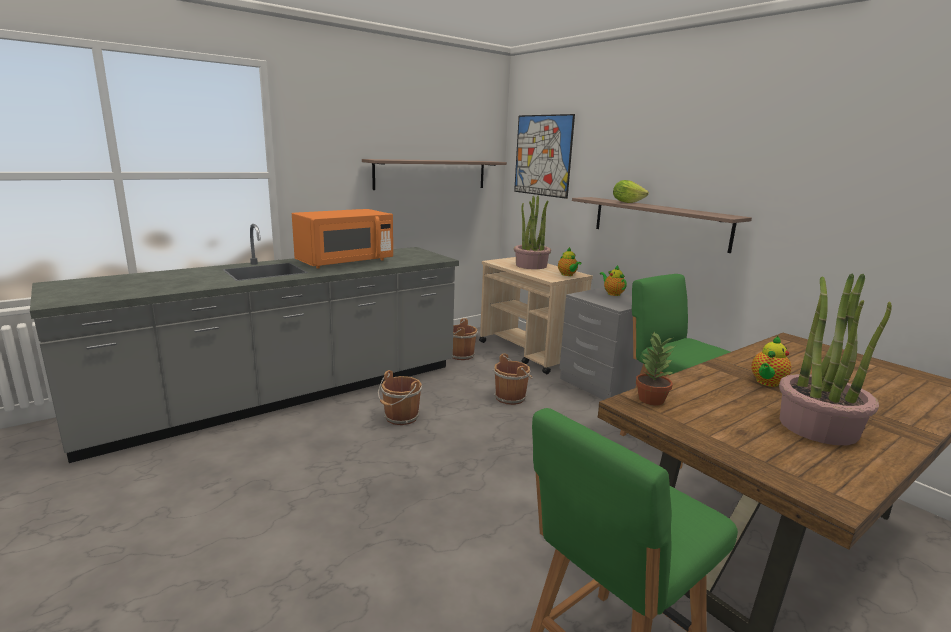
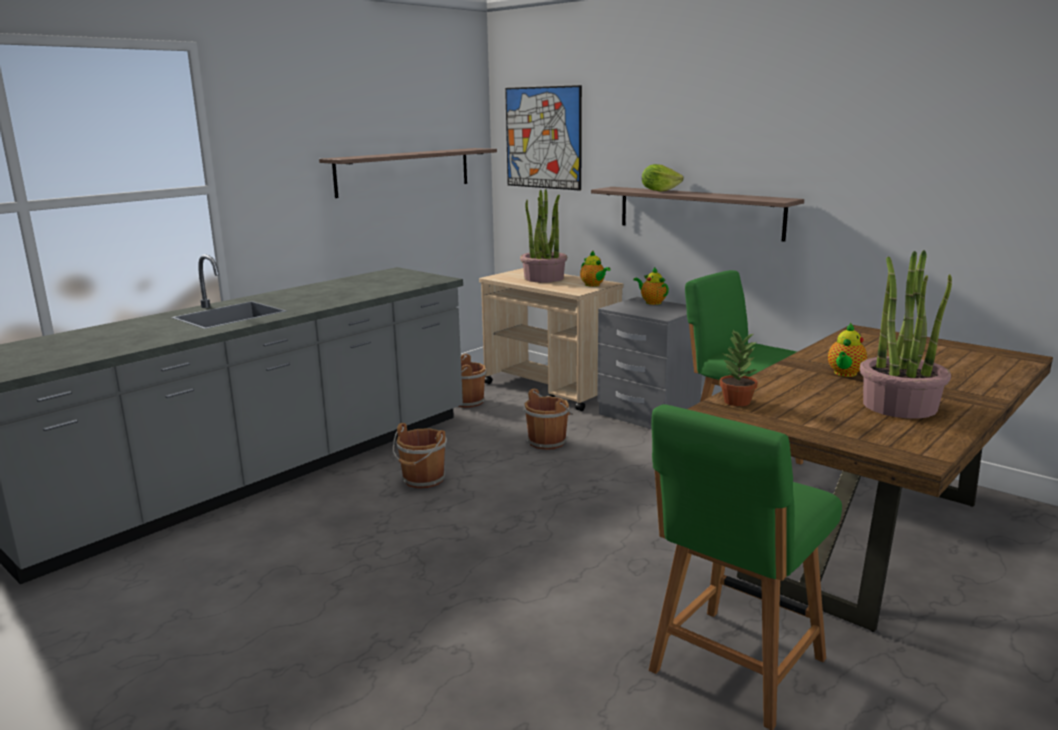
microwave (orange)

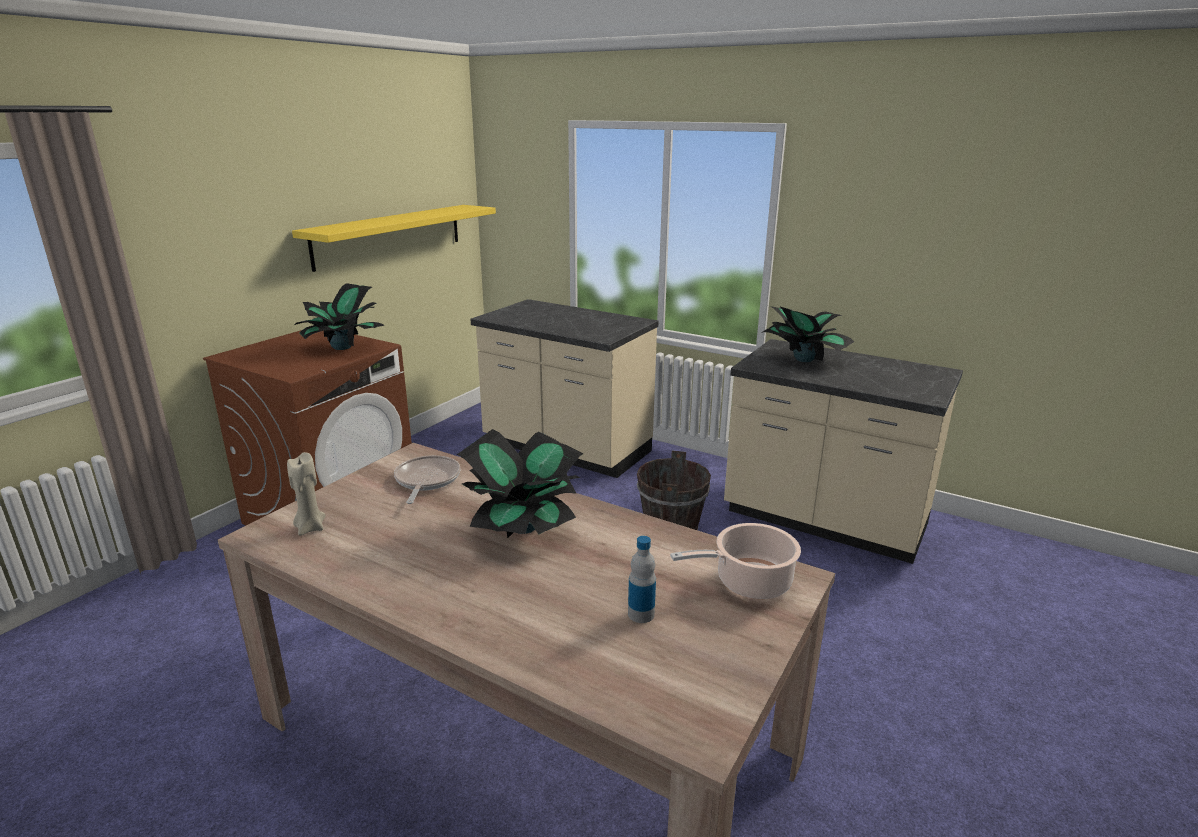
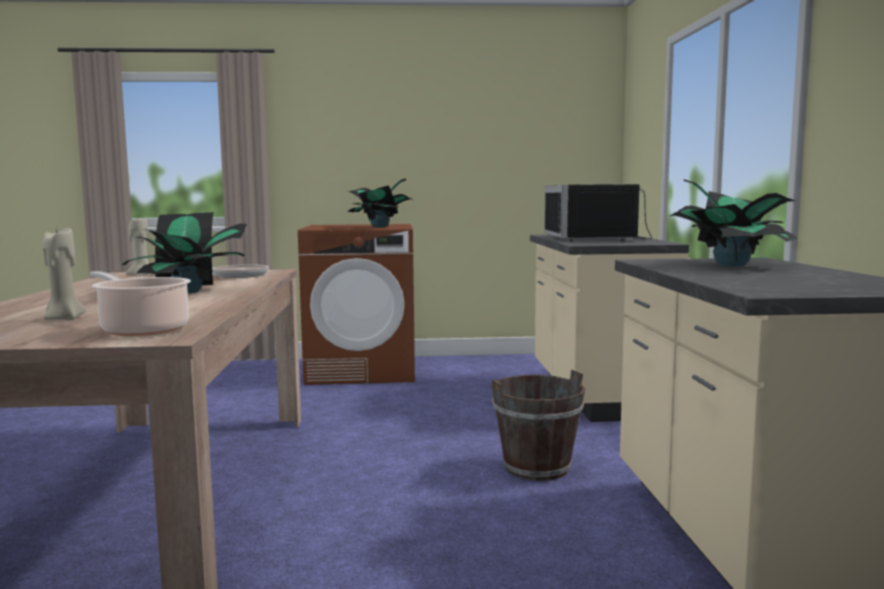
shelf (yellow); candle (beige) (1st from left); microwave (black)

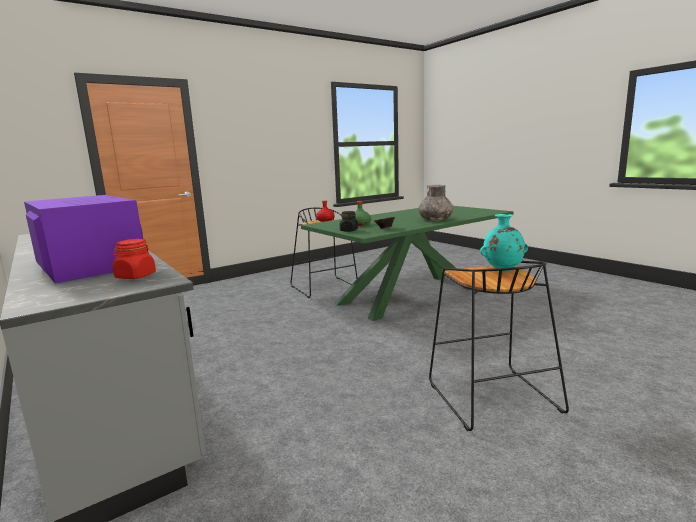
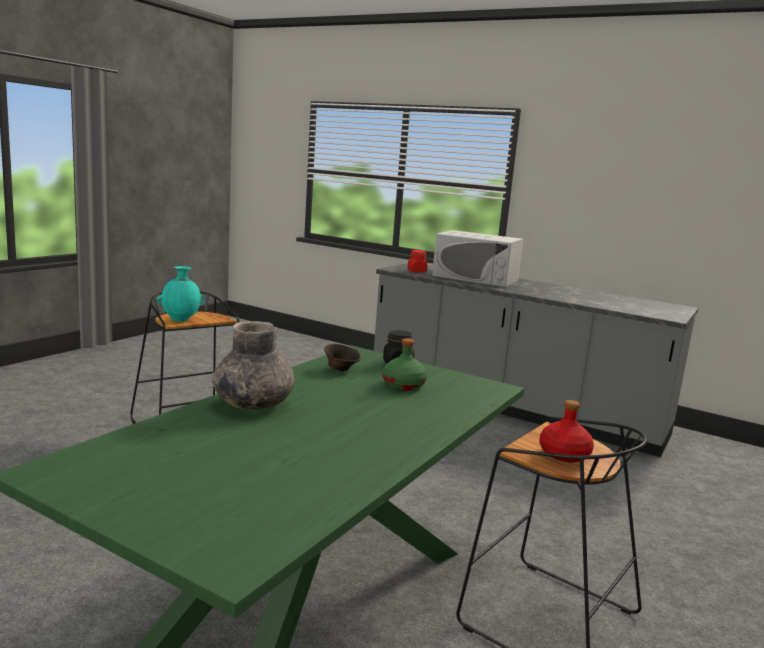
microwave (white)

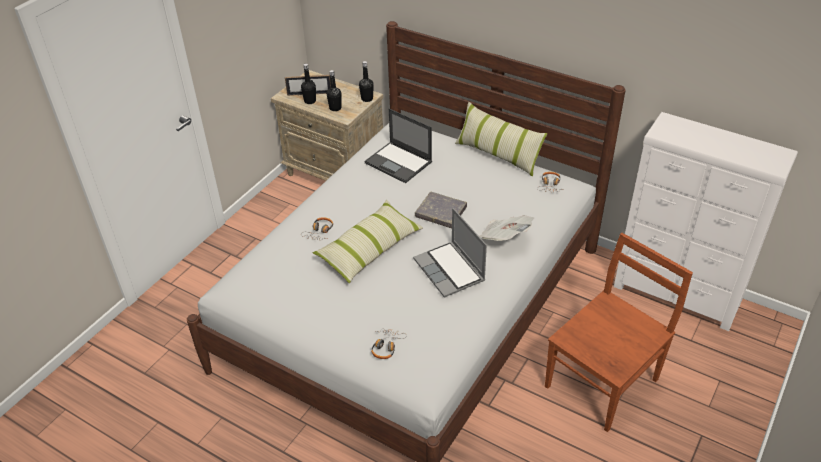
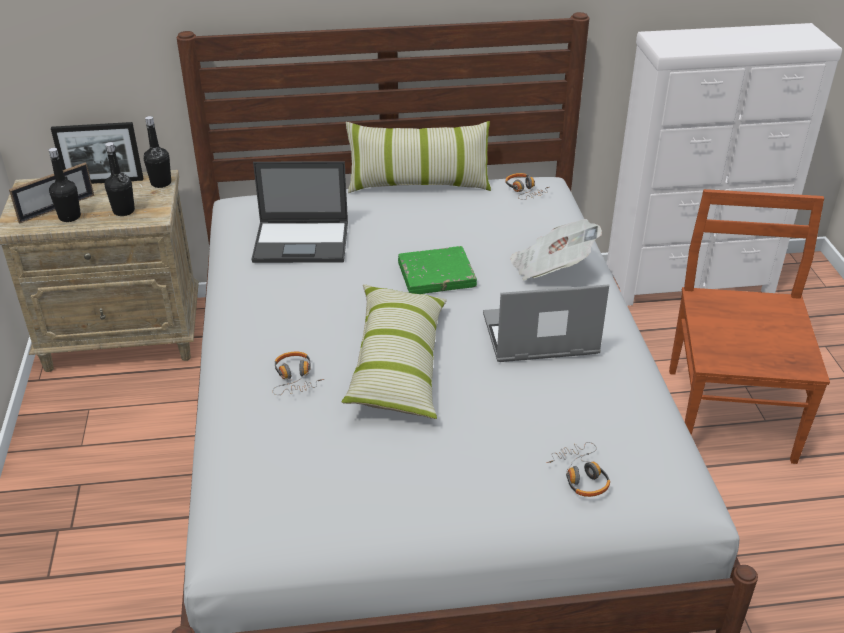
laptop (2nd from left); book (green); picture frame (2nd from left)

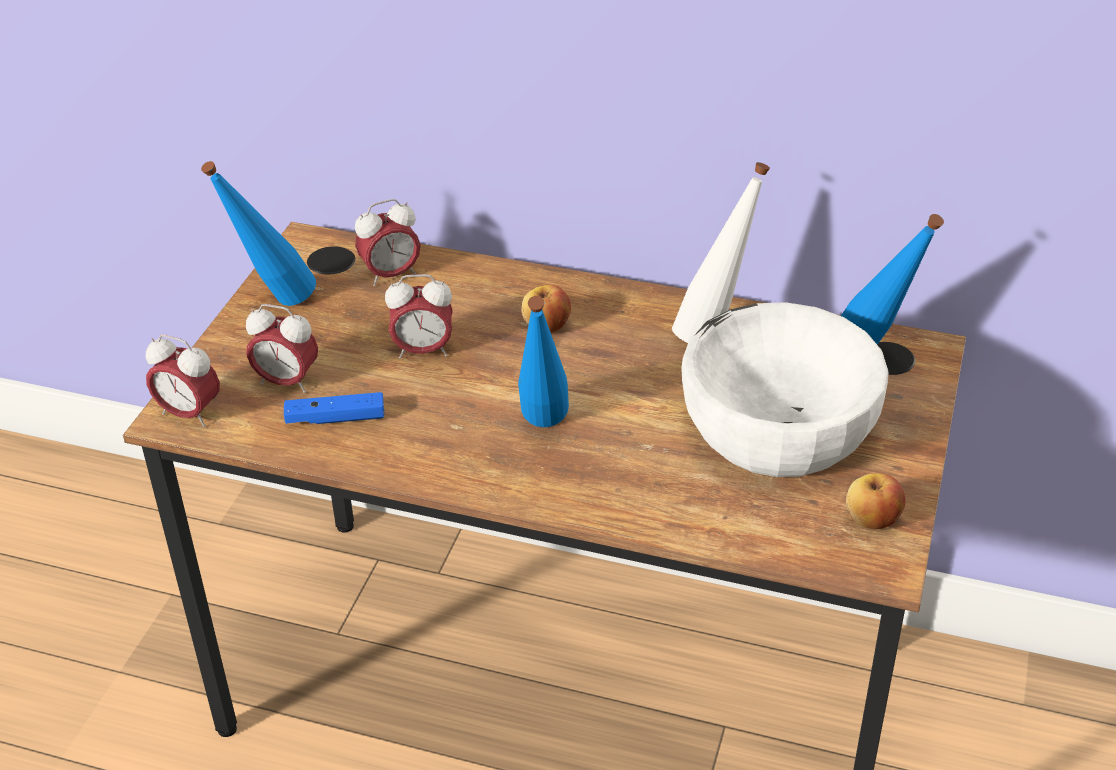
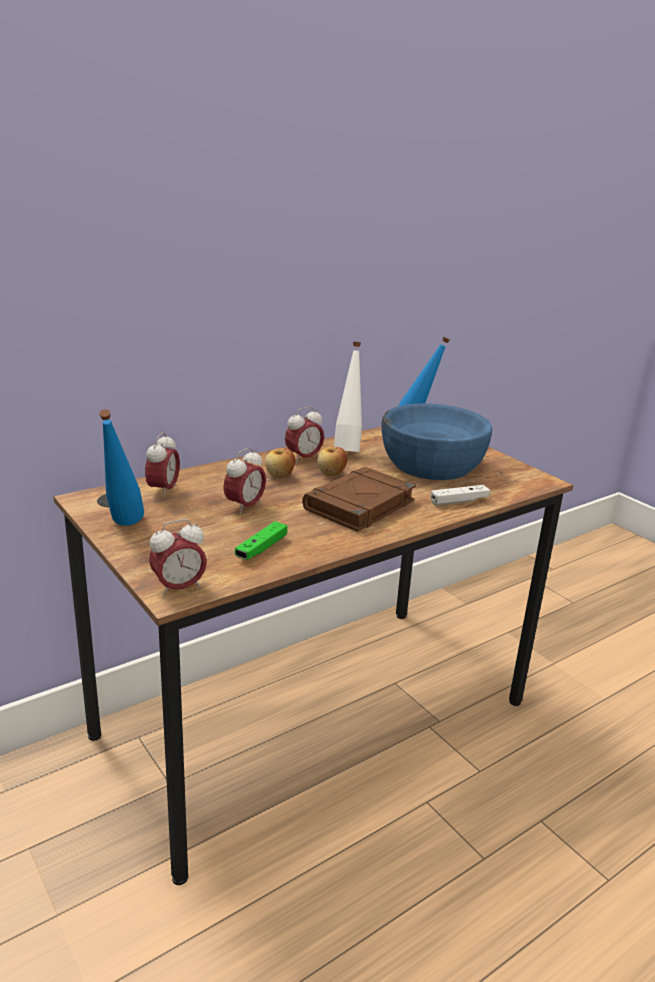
alarm clock (4th from left); game controller (green); book (brown); bowl (blue); apple (2nd from left); game controller (white)

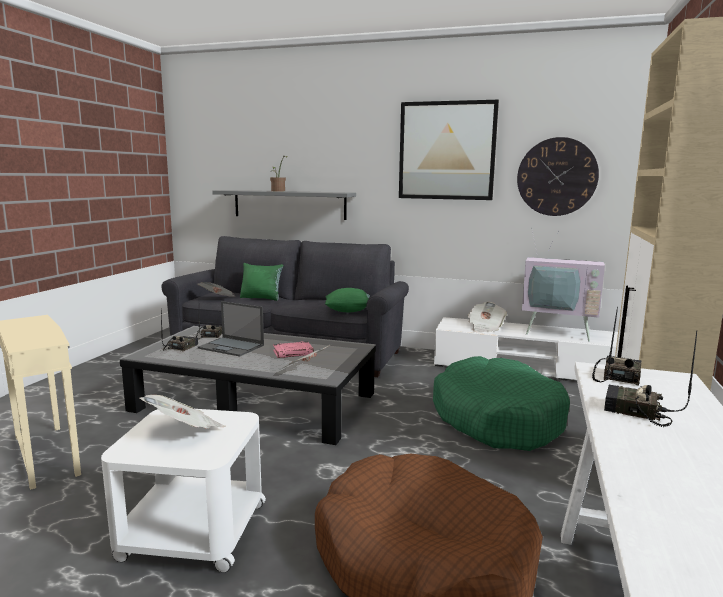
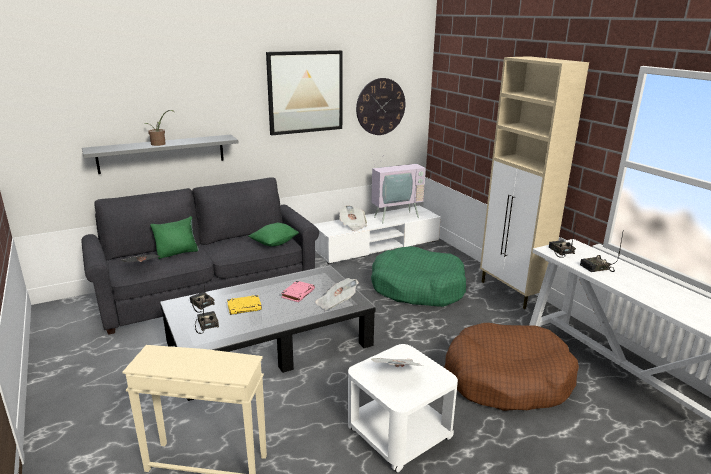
book (yellow)

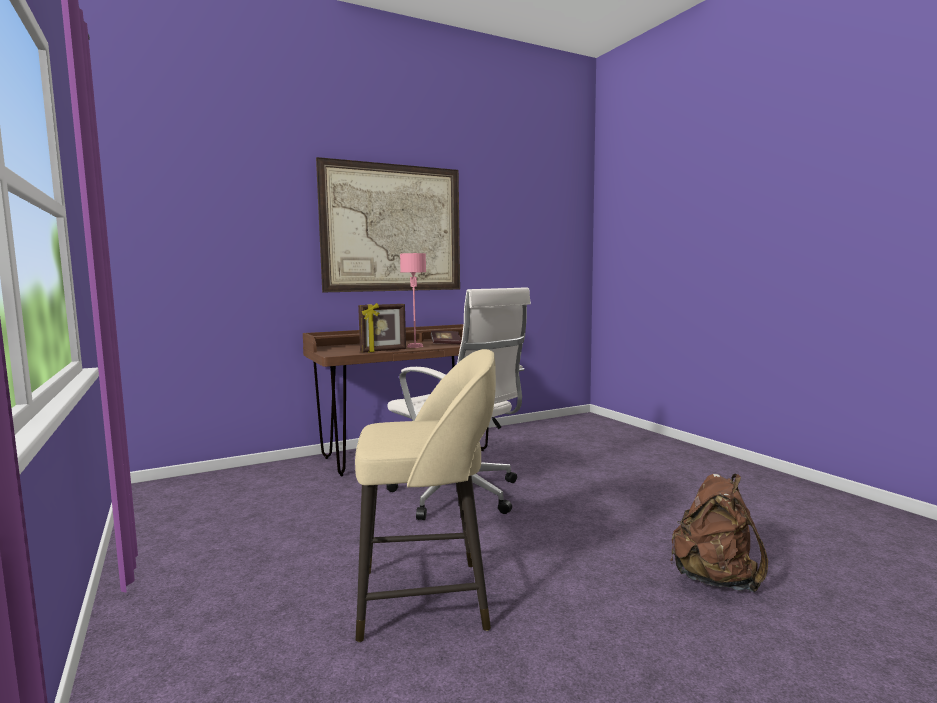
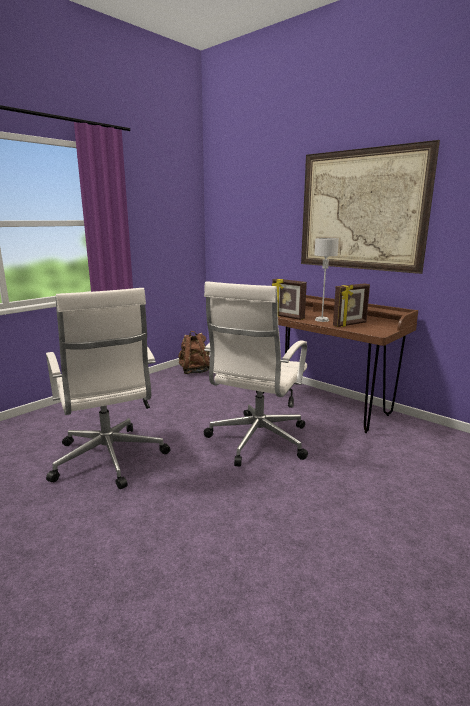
office chair (white) (1st from left); table lamp (grey); picture frame (2nd from left); backpack (brown)

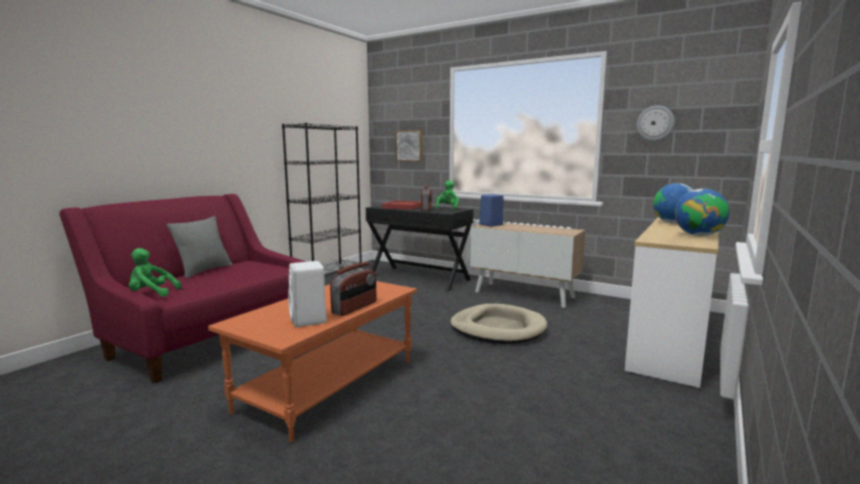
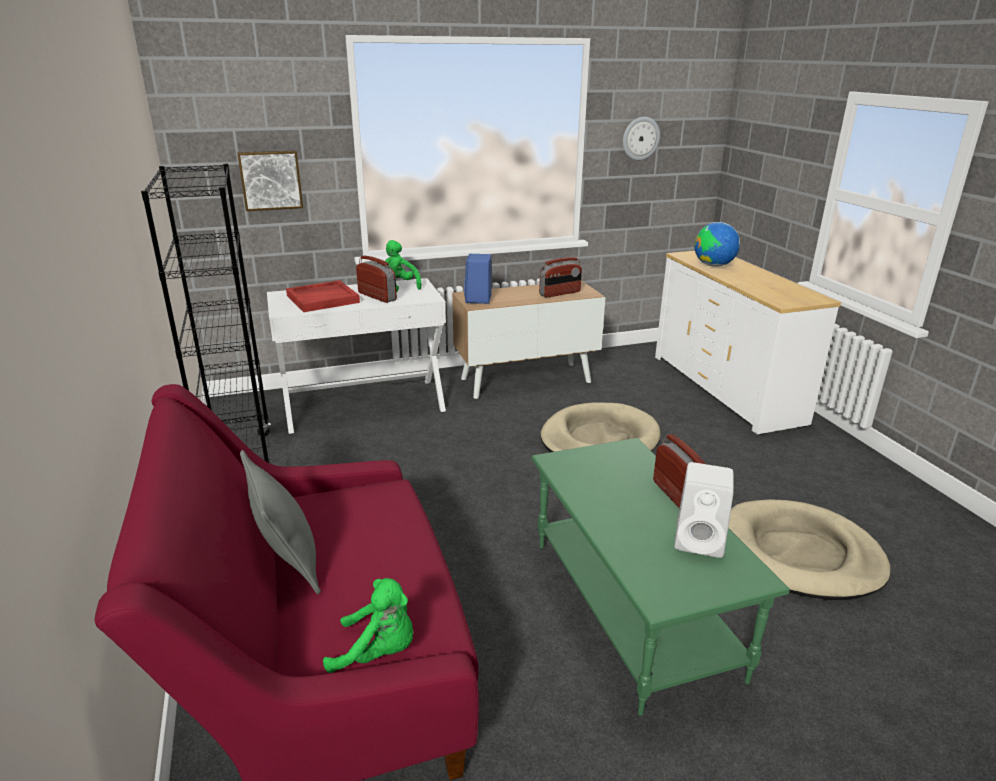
plush toy (green) (1st from left); coffee table (green); console table (white); globe (2nd from left in the first image); radio (2nd from left); dog bed (beige) (2nd from left)

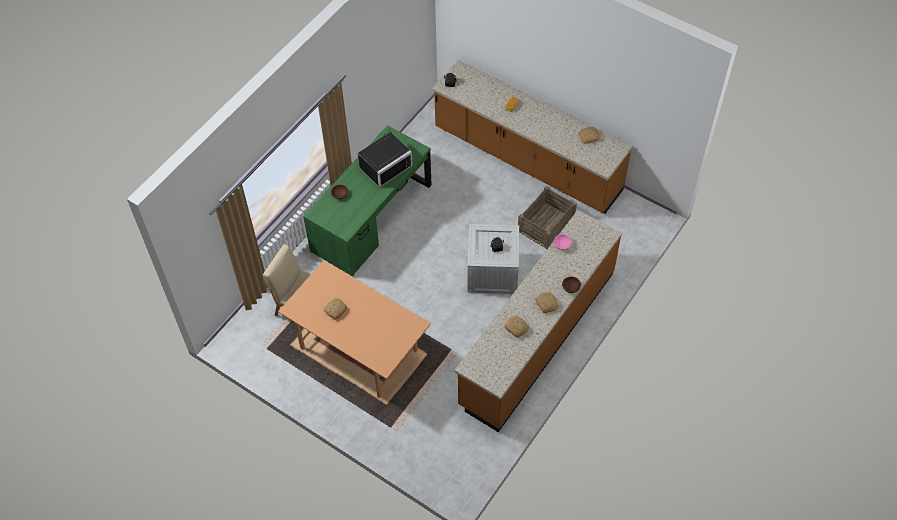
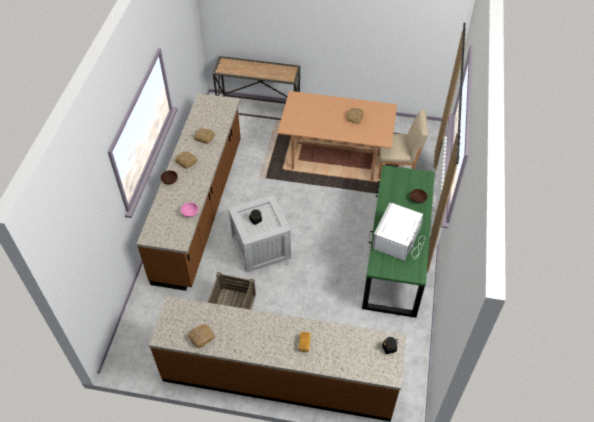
microwave (white); console table

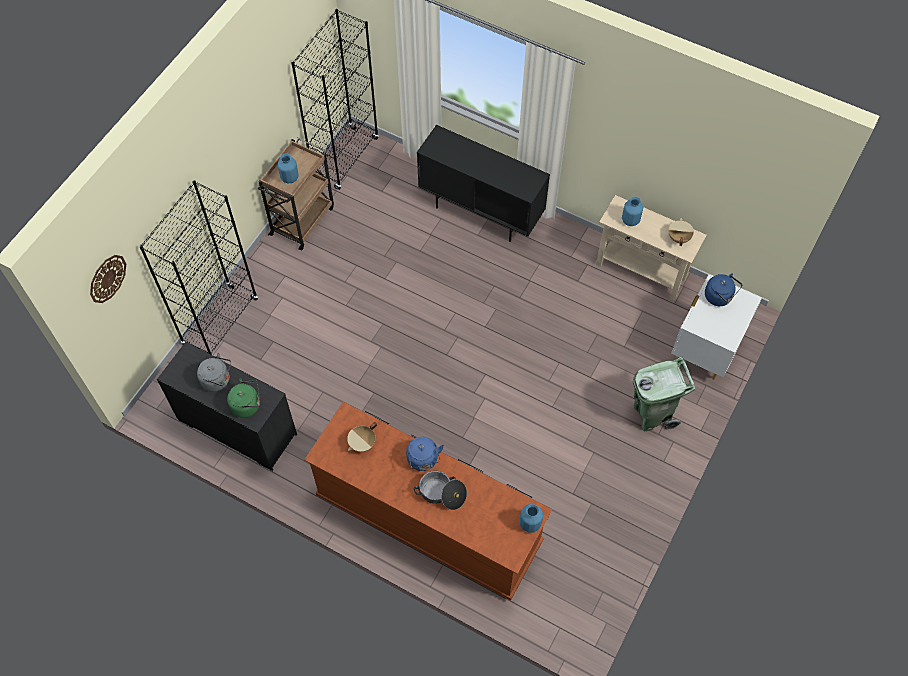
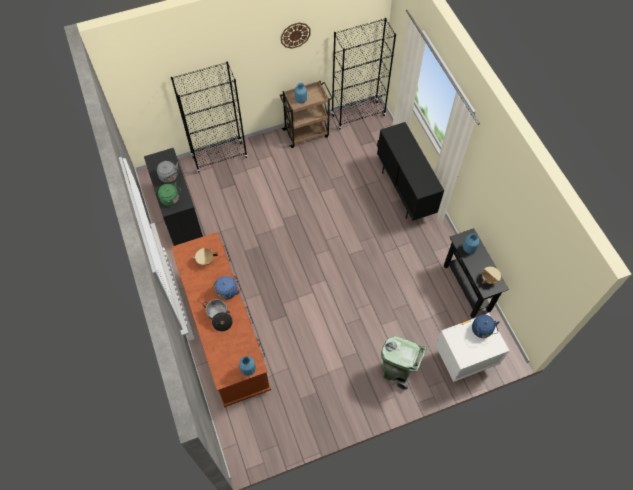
wall clock; console table (black)

